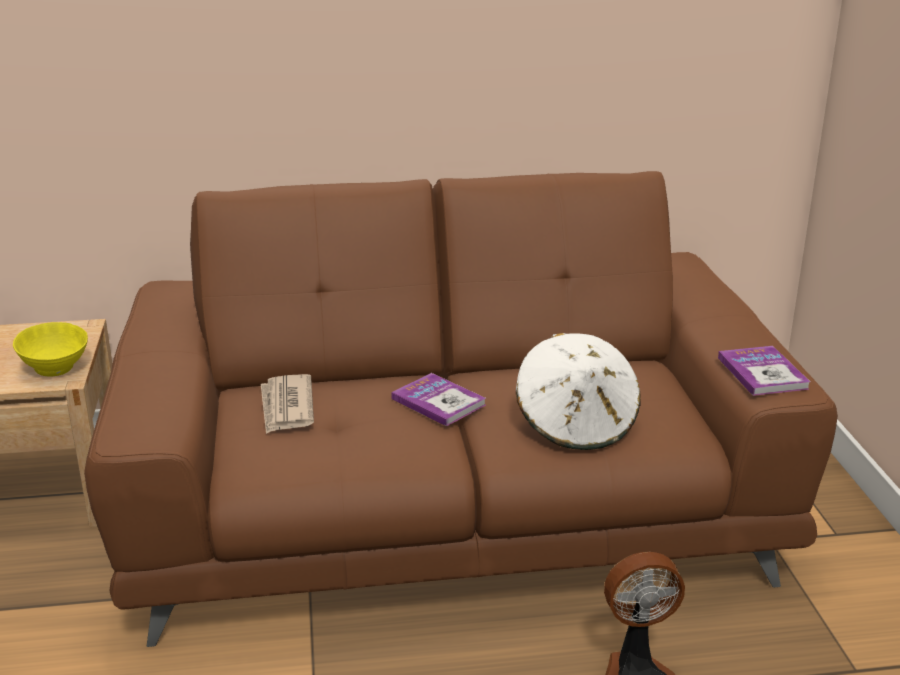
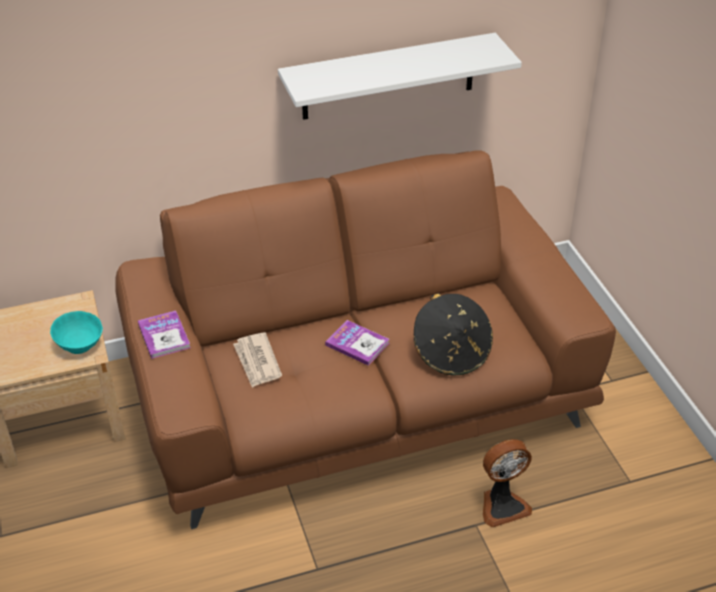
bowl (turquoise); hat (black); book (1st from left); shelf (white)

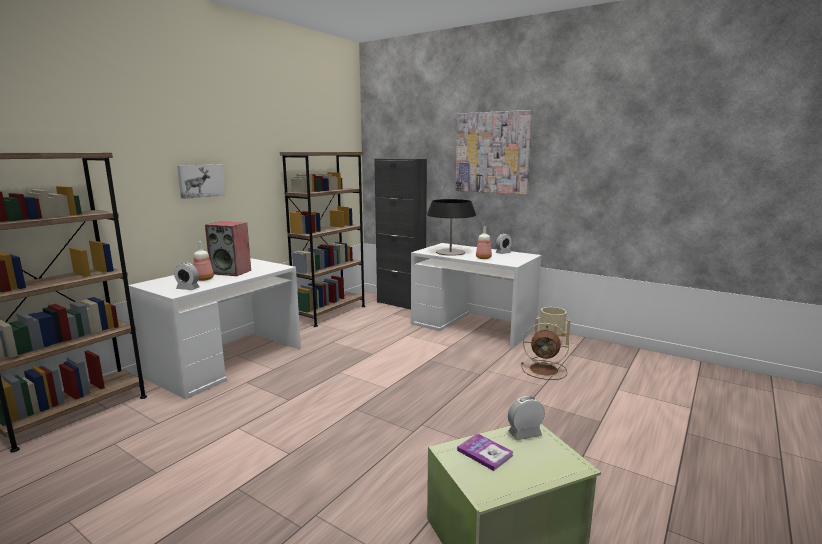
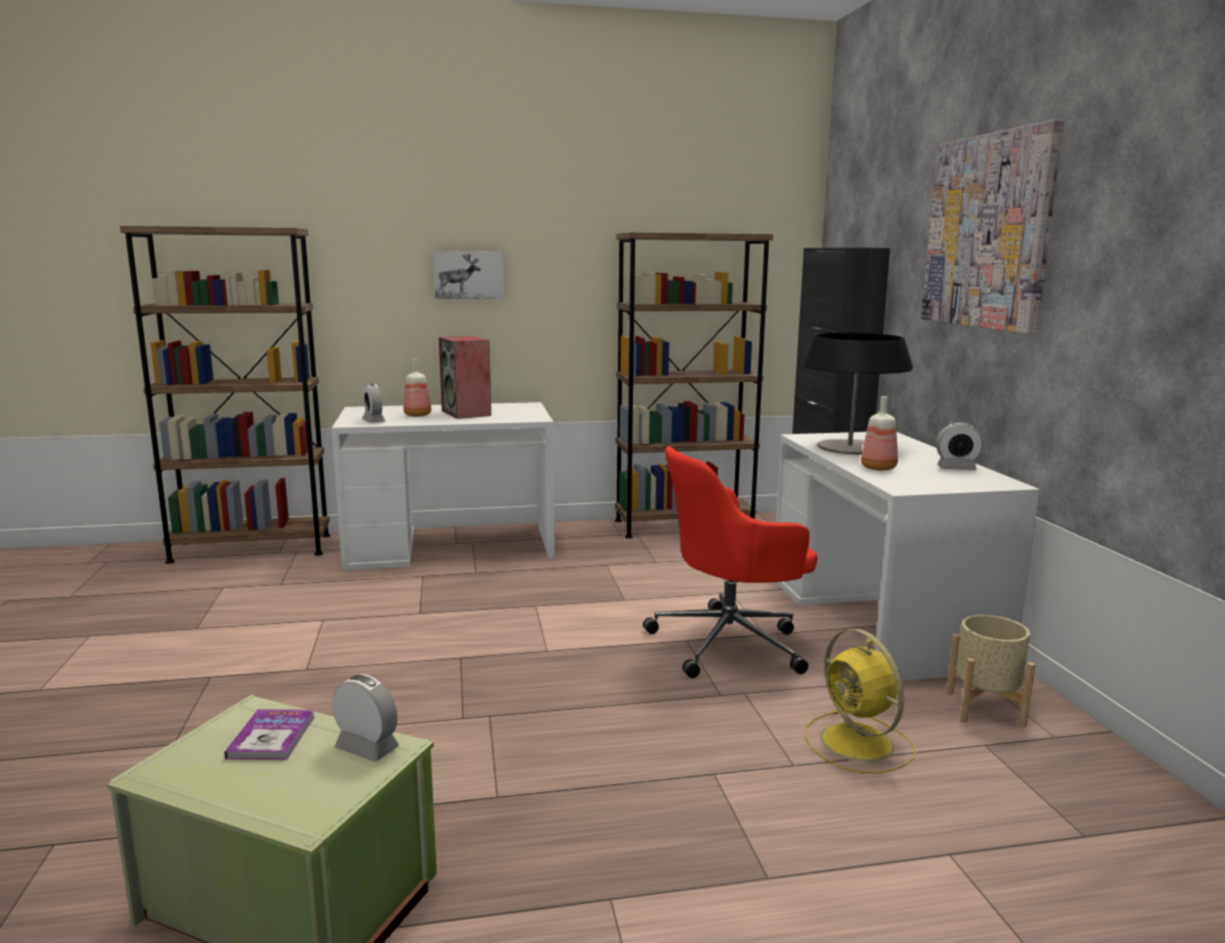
fan (yellow); office chair (red)

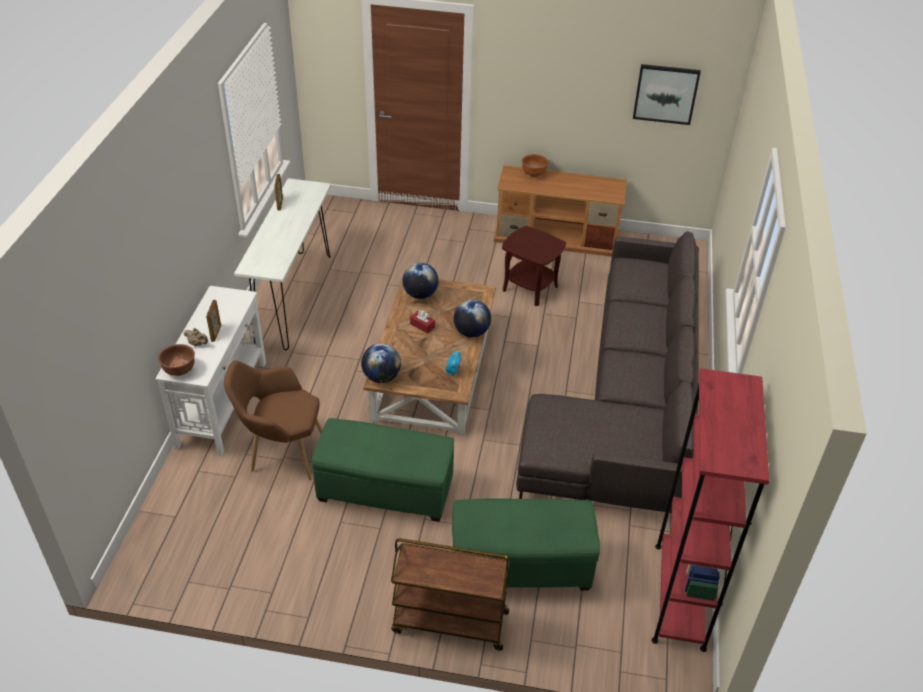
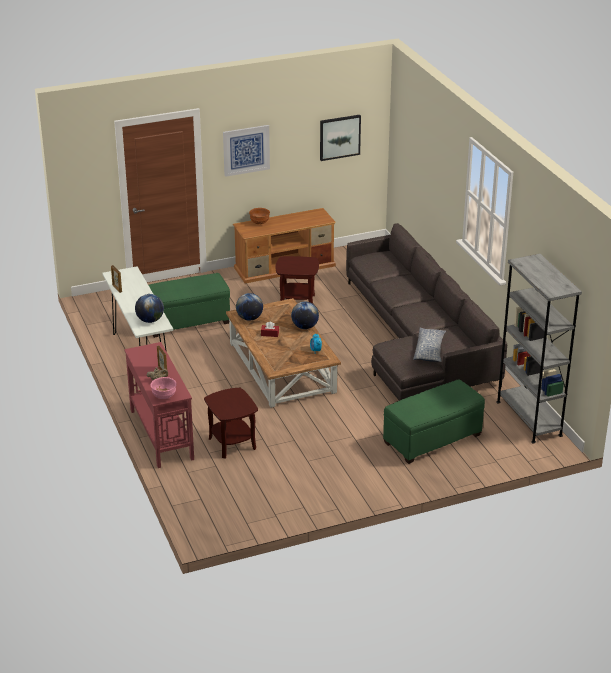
console table (red); bowl (pink); side table (brown) (1st from left); ottoman (green) (1st from left); globe (1st from left); cart (brown); bookcase (grey); picture (1st from left); pillow

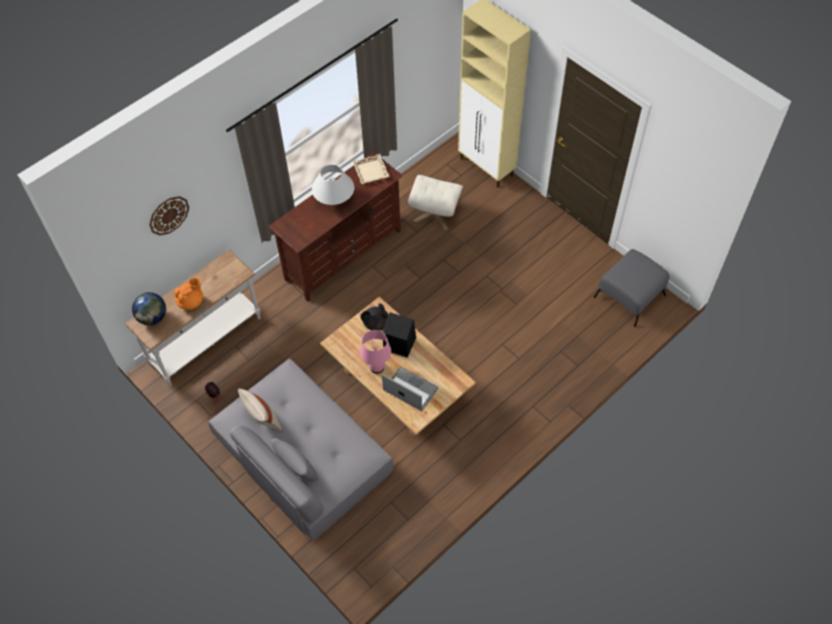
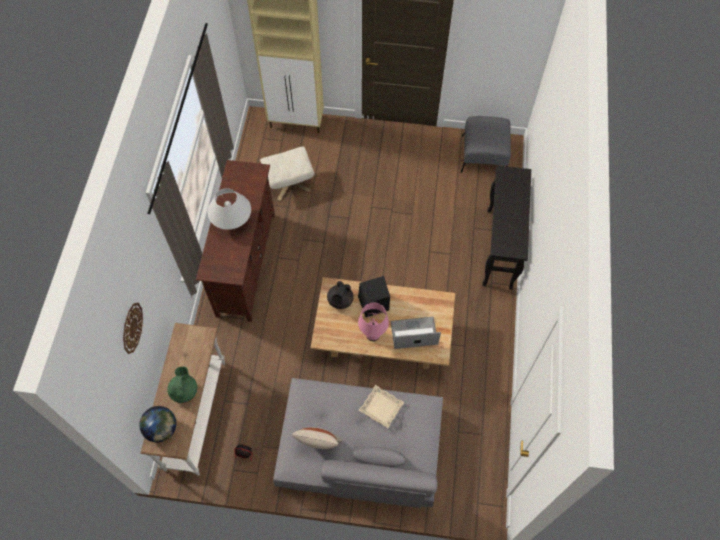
teapot (green); tray (beige); console table (black)

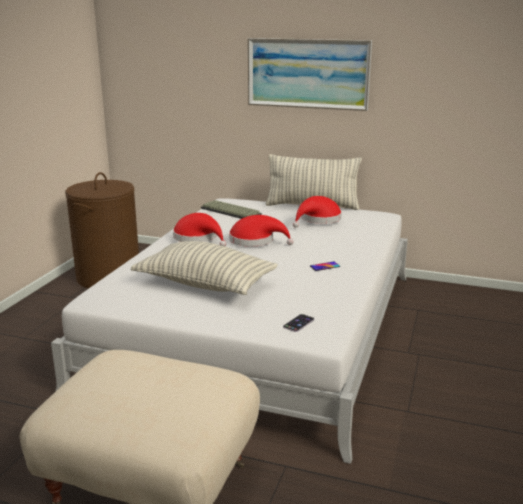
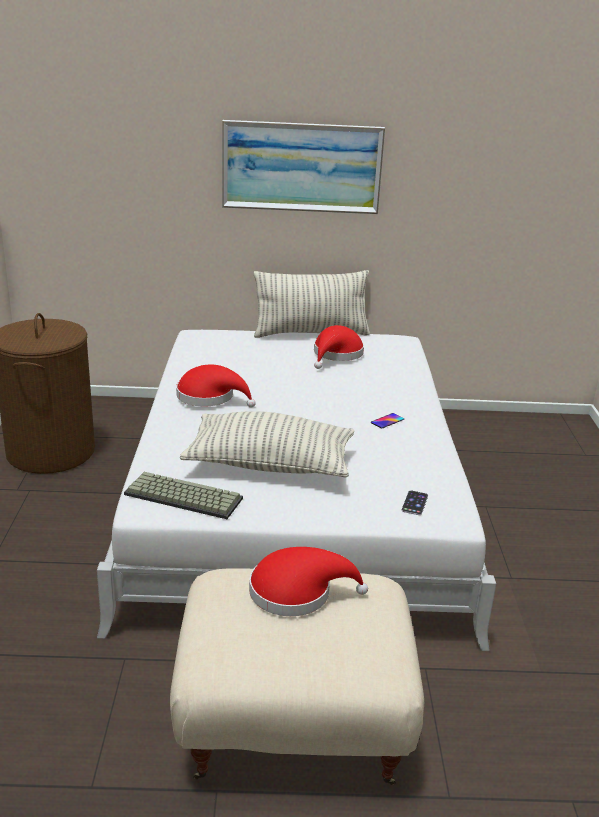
keyboard; hat (red) (2nd from left)

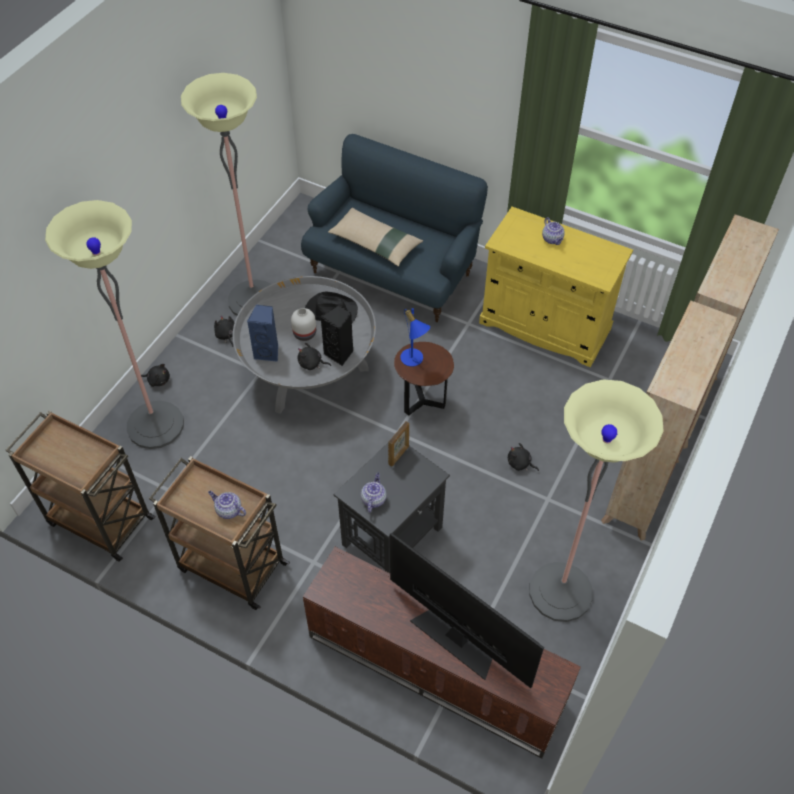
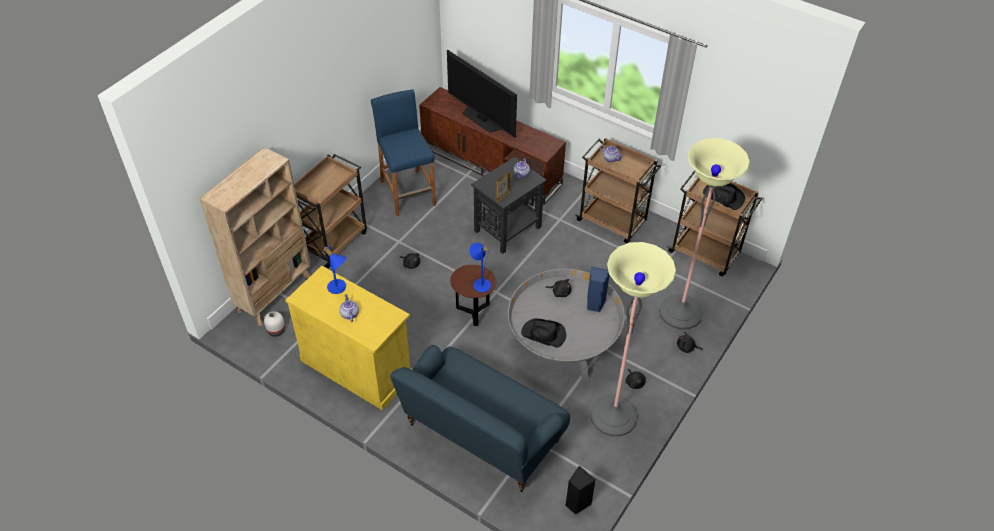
vase (white); speaker (black); pillow (beige); stool (blue); cart (brown) (1st from left); table lamp (blue) (1st from left); hat (black) (2nd from left)

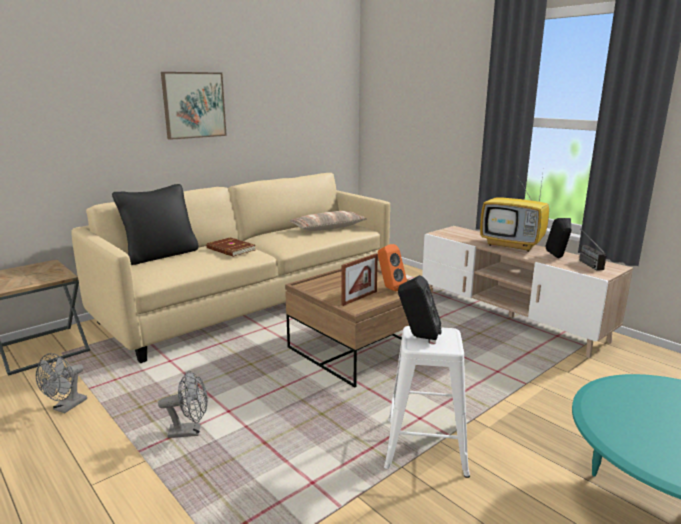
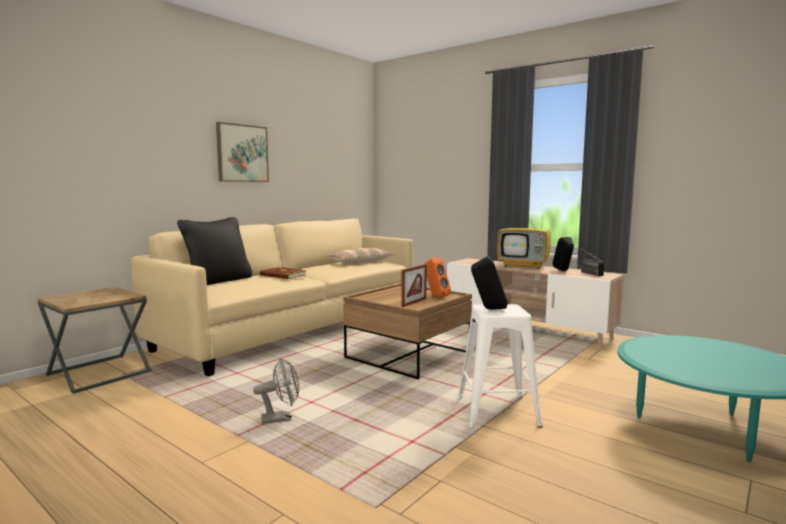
fan (grey) (1st from left in the first image)

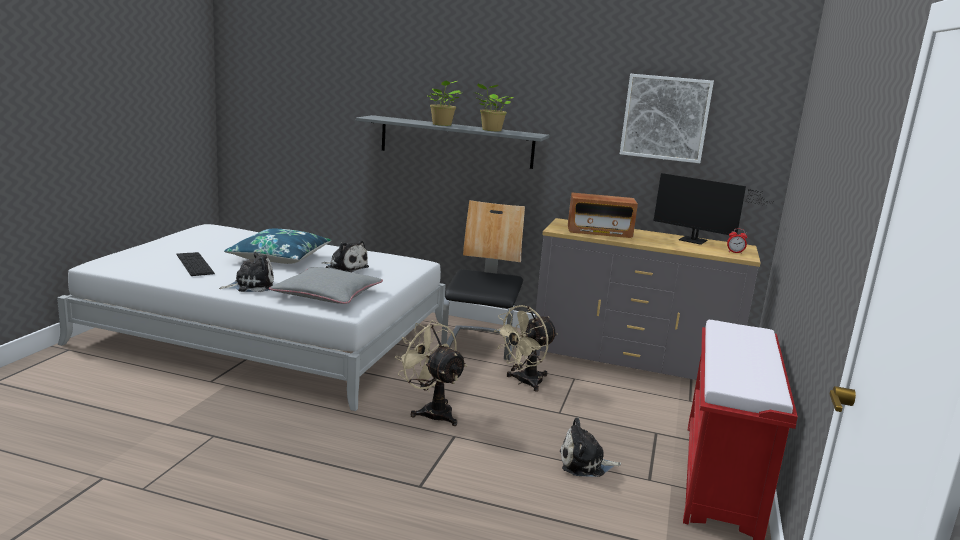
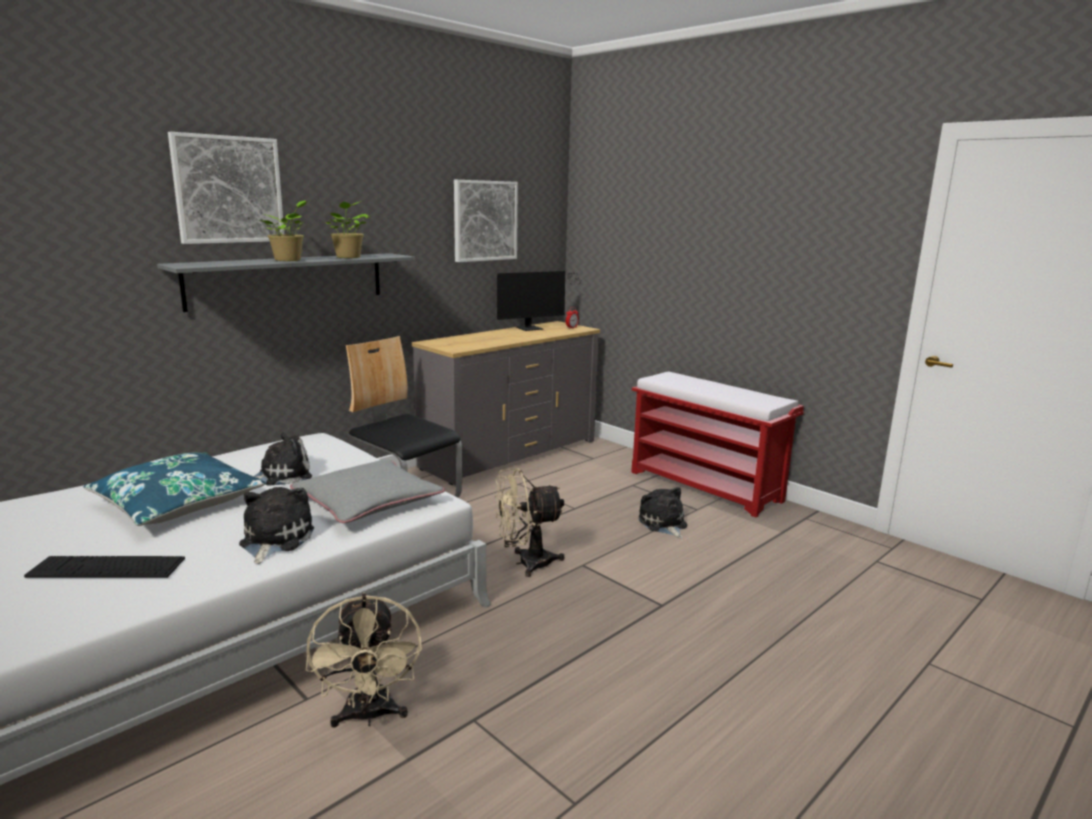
fan (beige) (1st from left); plush toy (3rd from left); radio; picture (1st from left)

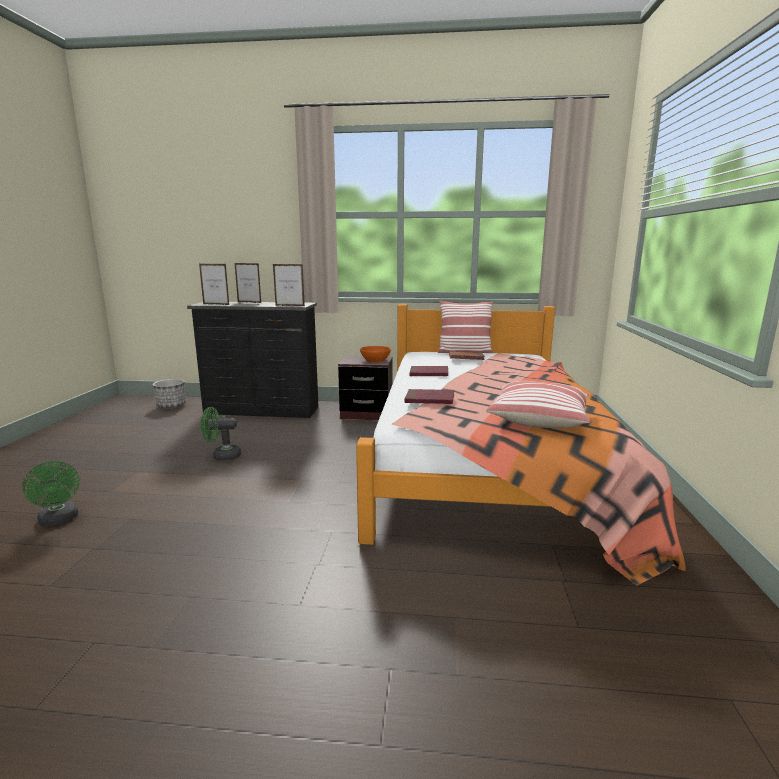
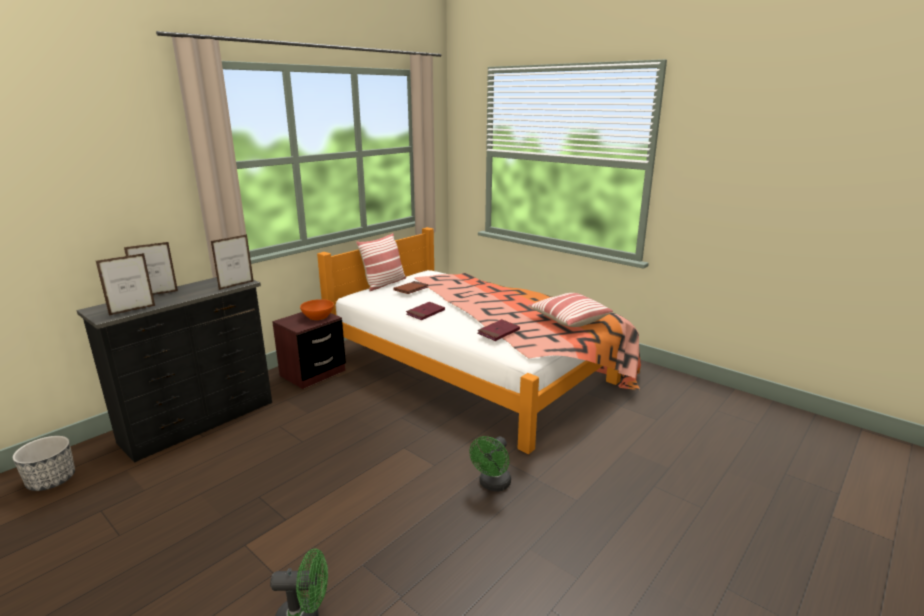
fan (green) (2nd from left)

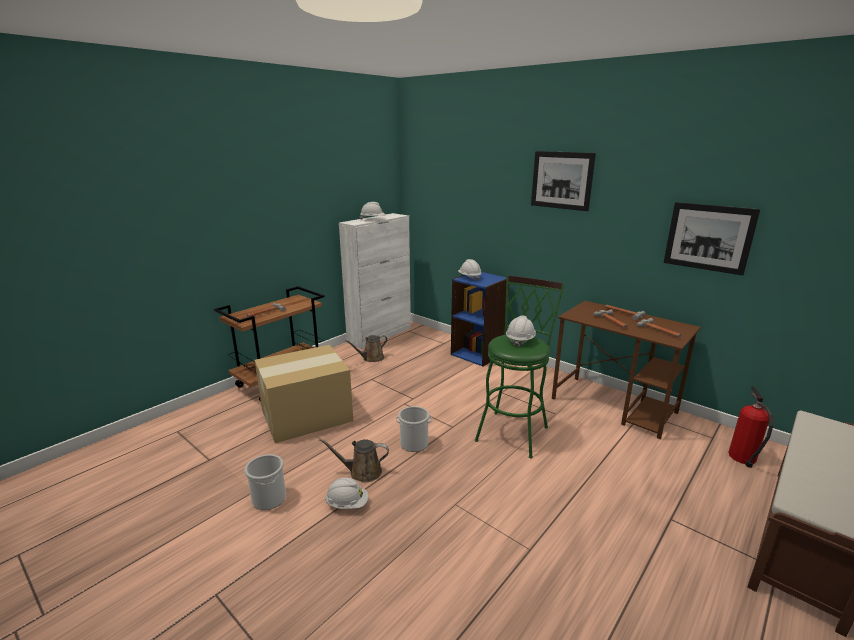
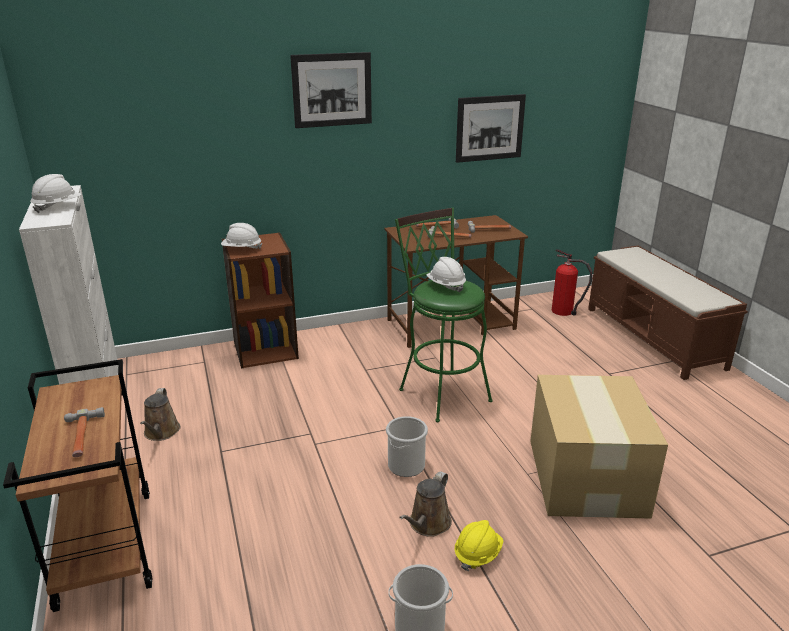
cardboard box; hard hat (yellow); bookcase (brown)

